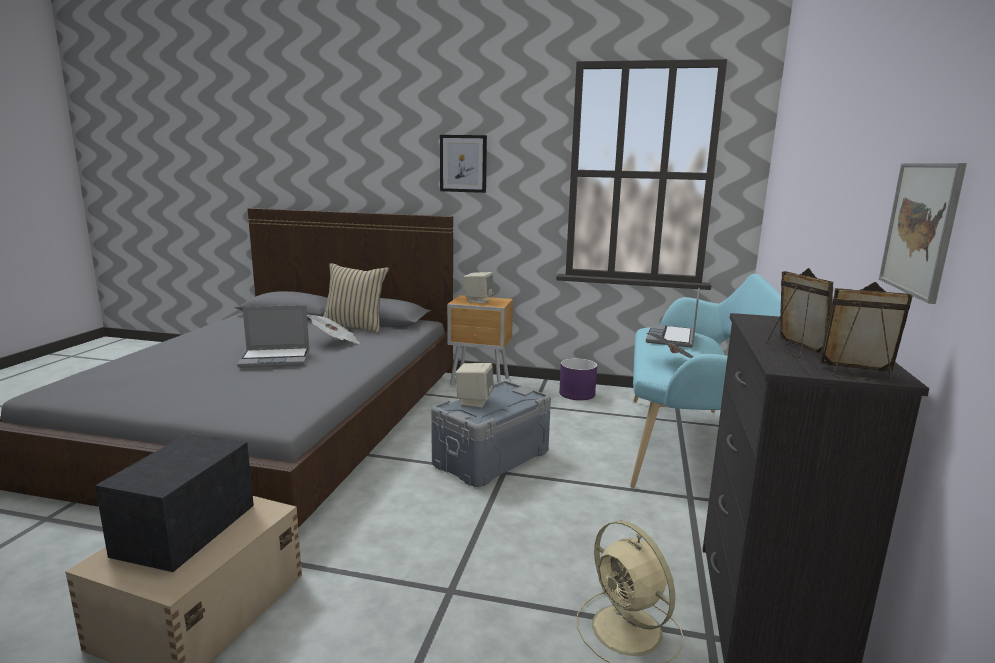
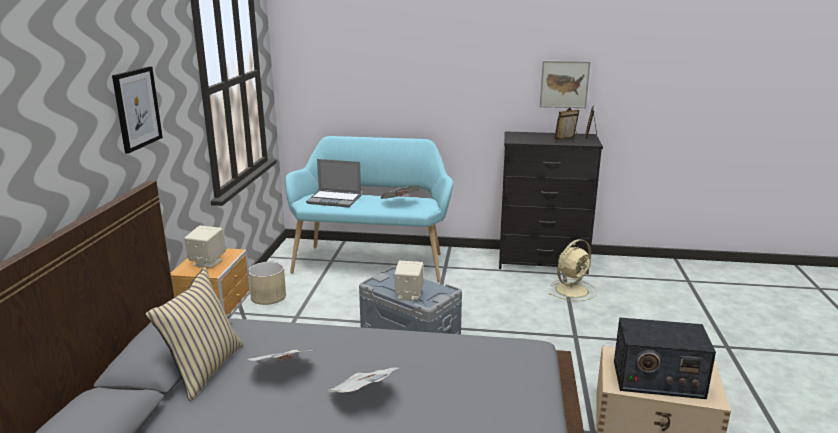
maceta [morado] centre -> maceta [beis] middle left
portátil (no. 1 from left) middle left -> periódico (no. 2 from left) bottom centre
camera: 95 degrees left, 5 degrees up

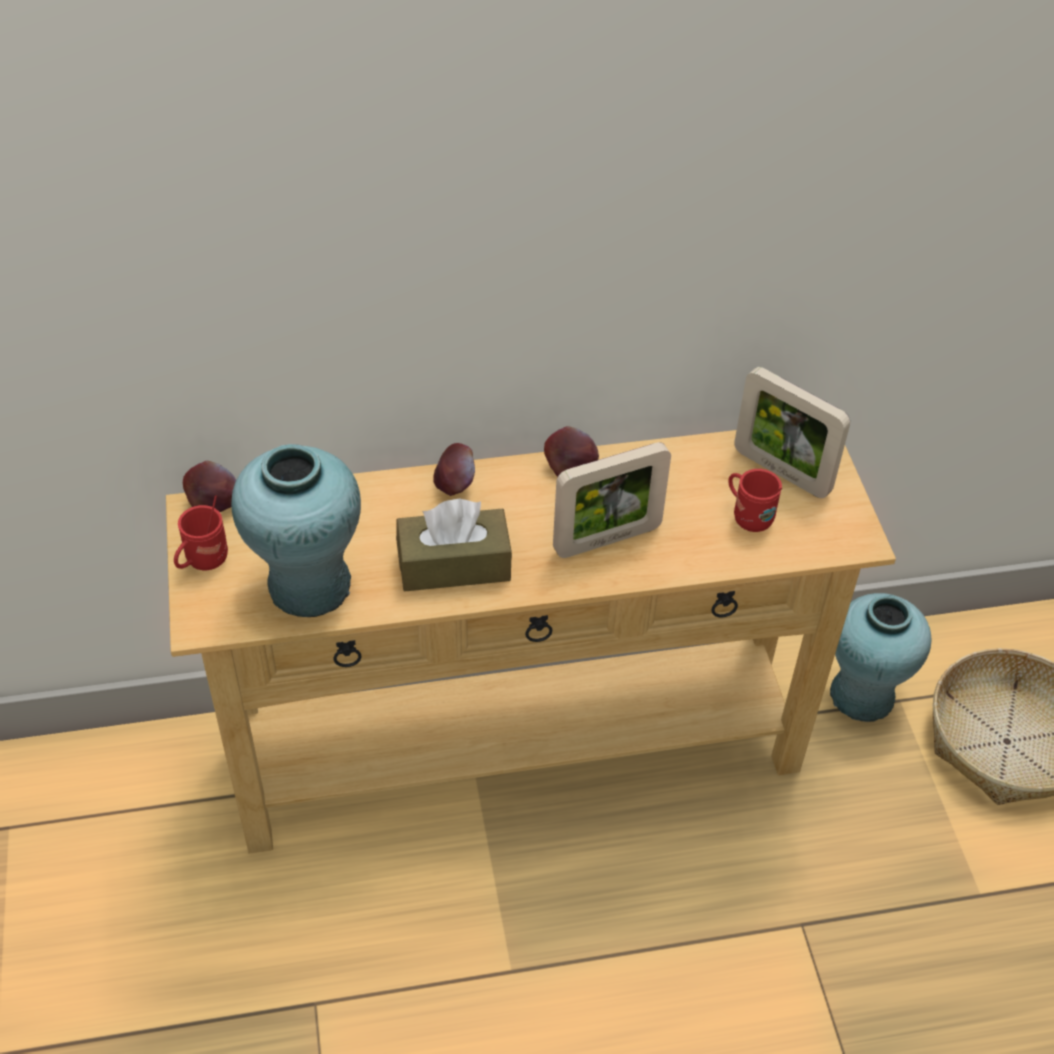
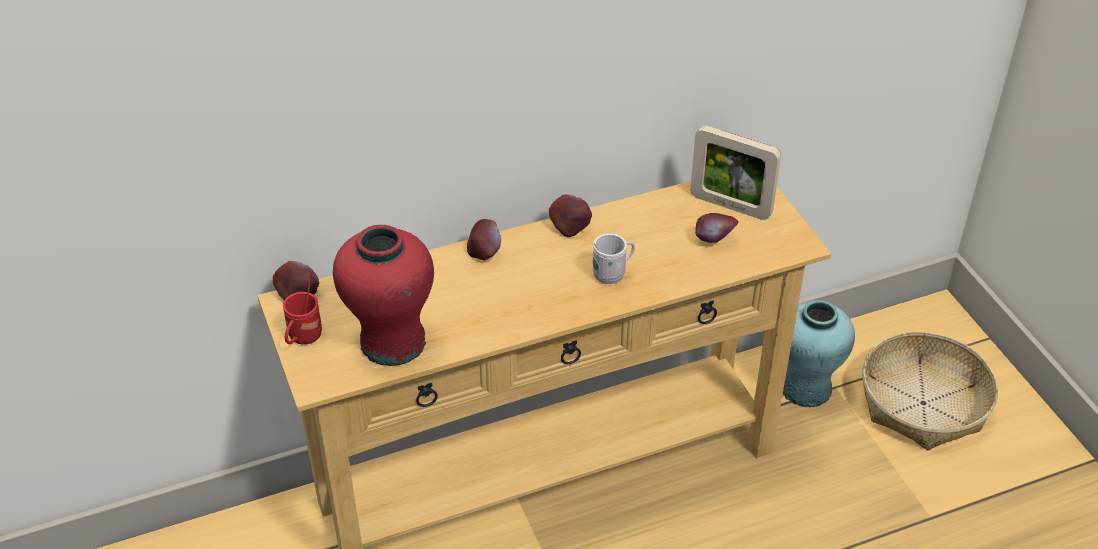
florero [turquesa] (no. 1 from left) middle left -> florero [rojo] centre
portarretratos (no. 1 from left) centre -> taza grande [blanco] centre
taza grande [rojo] (no. 2 from left) middle right -> manzana (no. 4 from left) centre
caja de pañuelos [marrón] centre -> none
camera: 10 degrees left, 5 degrees down

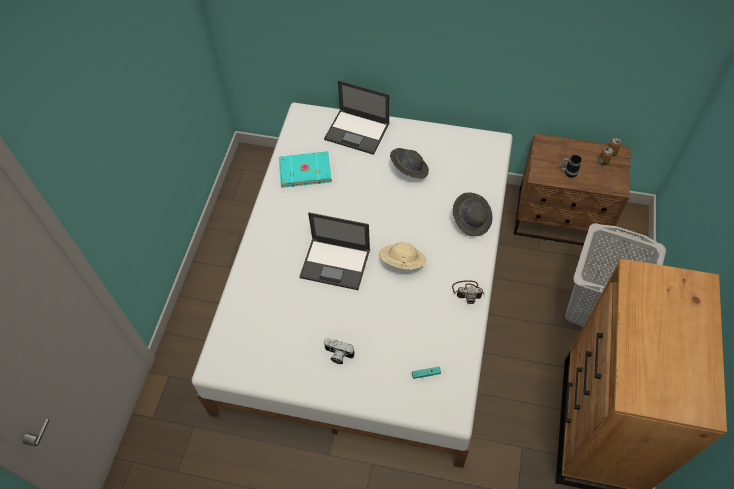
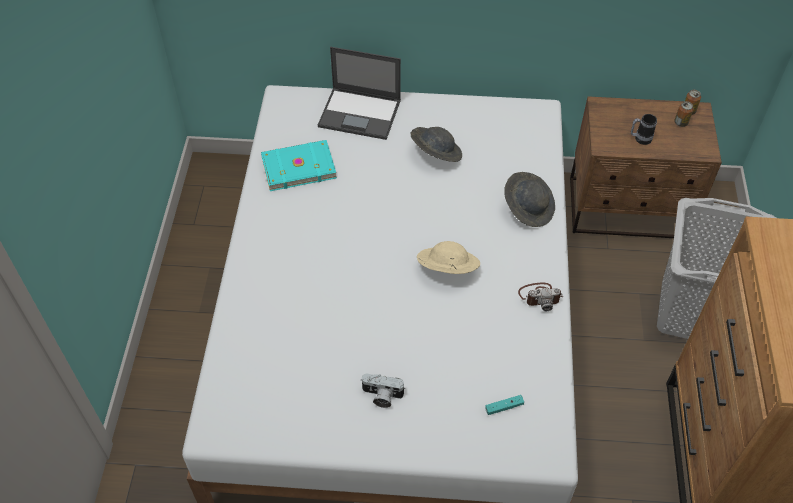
portátil (no. 1 from left) centre -> none
camera: 10 degrees left, 5 degrees down

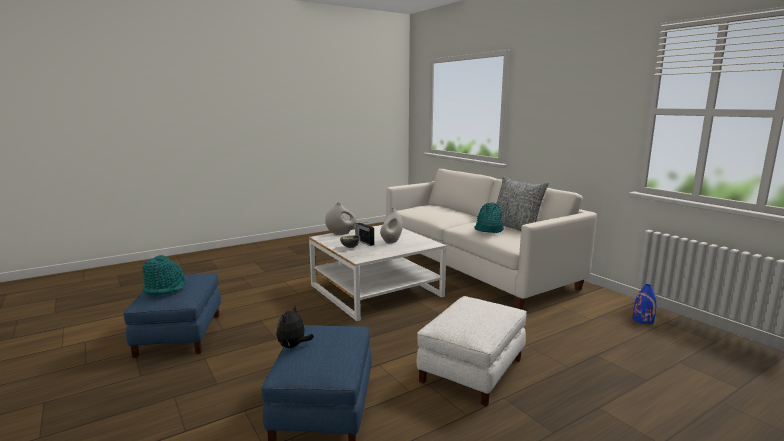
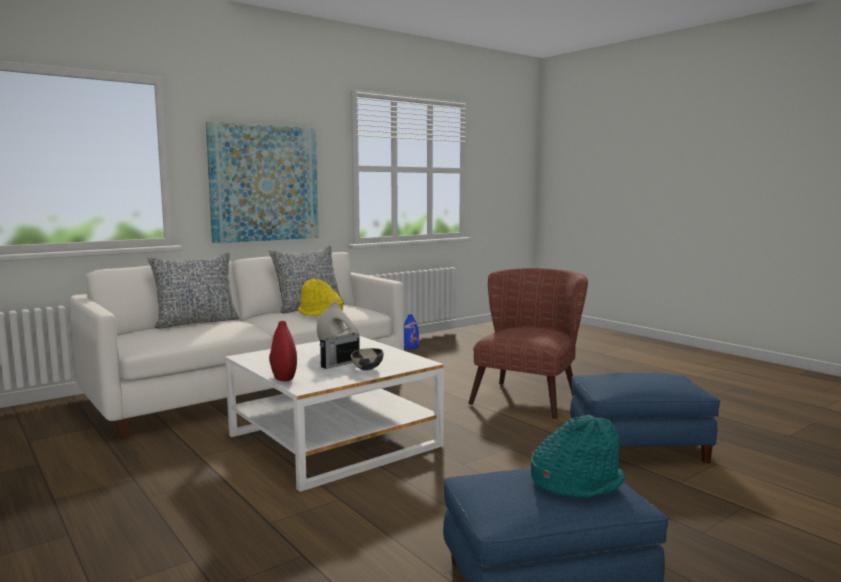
none -> cojín (no. 1 from left) middle left
none -> cuadro top left
florero [blanco] (no. 1 from left) centre -> florero [rojo] centre
sombrero [turquesa] (no. 2 from left) centre -> sombrero [amarillo] centre
puf [blanco] bottom centre -> sillón [marrón] centre
peluche bottom centre -> none
camera: 95 degrees left, 5 degrees down

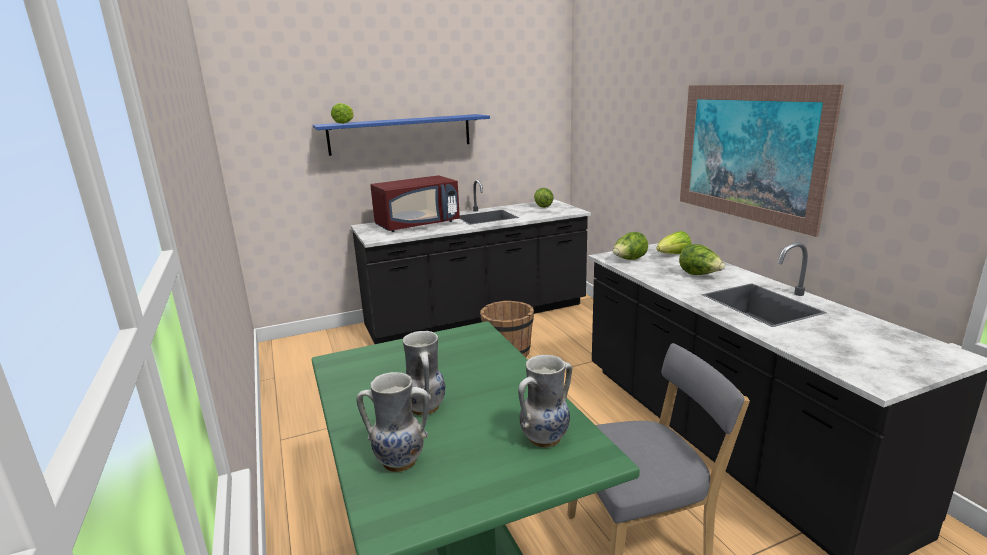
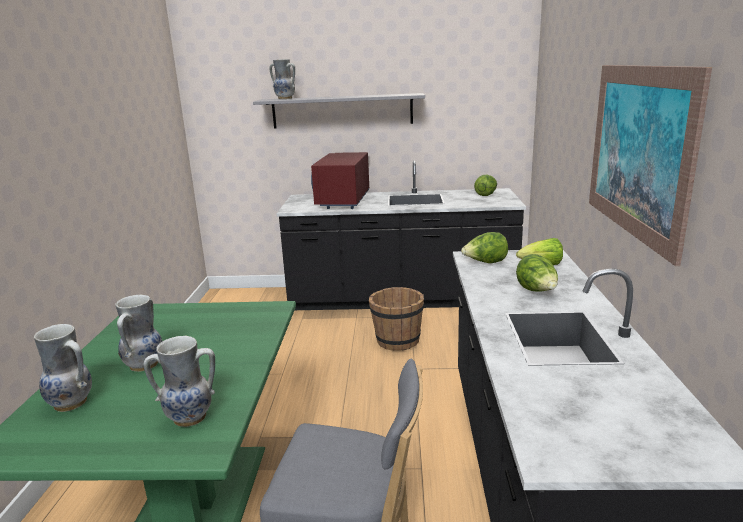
estante [azul] top centre -> estante [gris] top centre
lechuga (no. 1 from left) top centre -> florero (no. 4 from left) top centre
microondas [rojo] centre, 105 degrees clockwise
camera: 25 degrees right, 0 degrees up

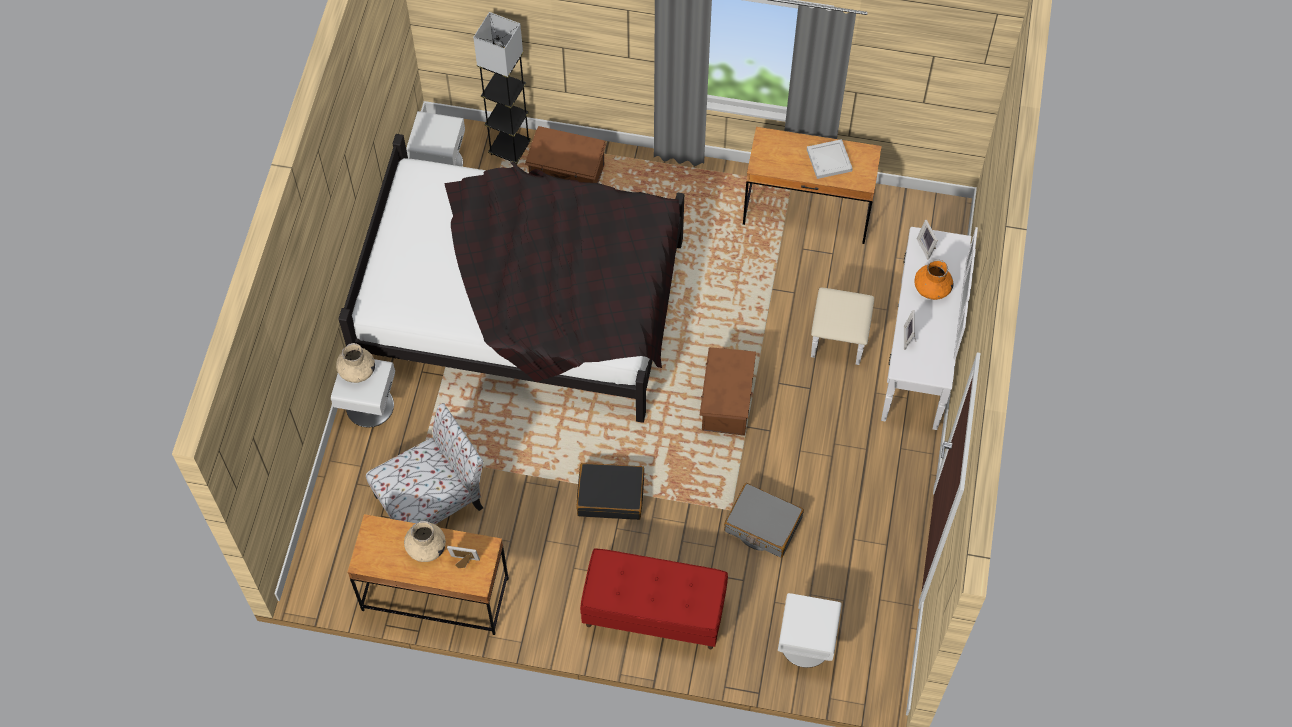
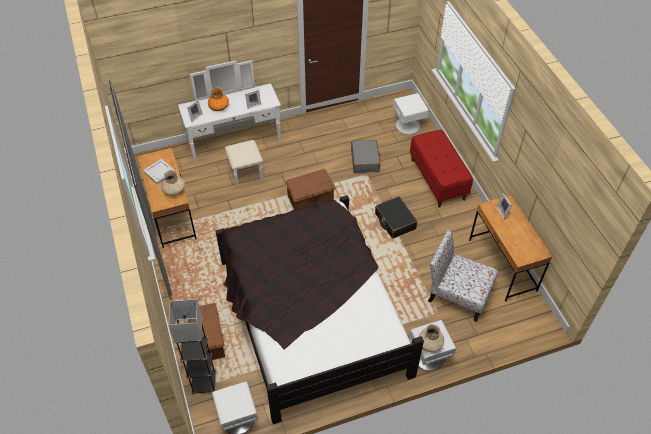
florero [beis] (no. 2 from left in the first image) bottom left -> florero [beis] (no. 1 from left) middle left, shifted
camera: 120 degrees left, 10 degrees down

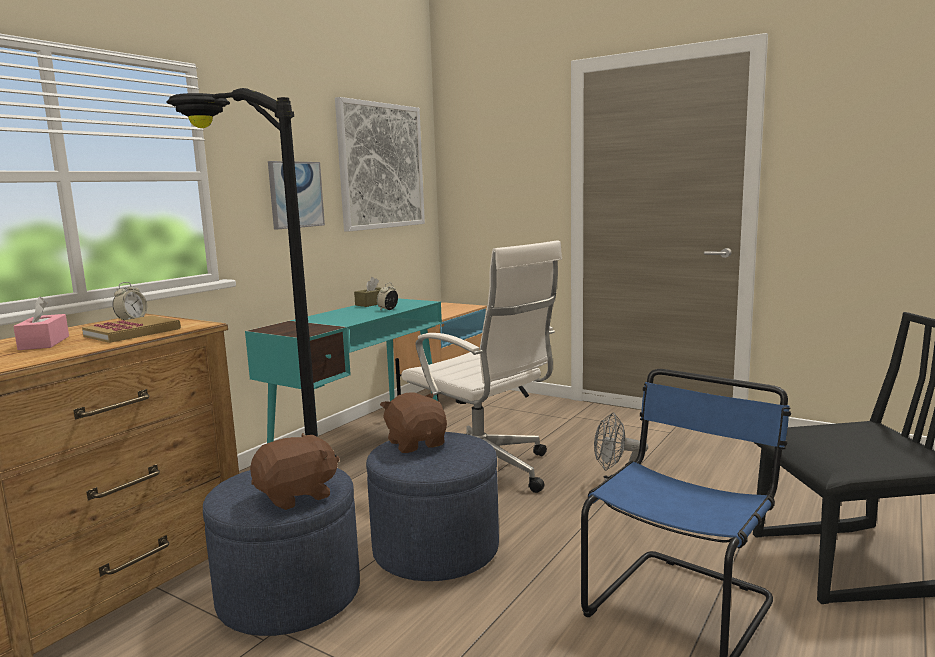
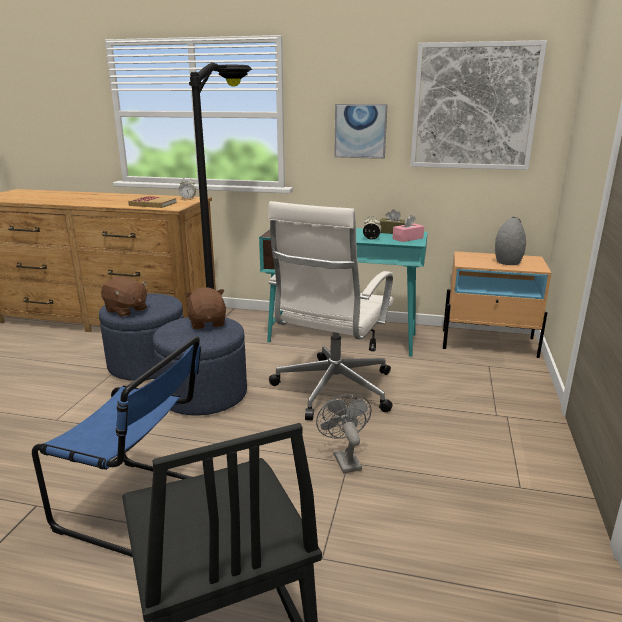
peluche [marrón] (no. 2 from left) centre -> peluche [marrón] (no. 2 from left) middle left, 60 degrees counterclockwise
caja de pañuelos [rosa] middle left -> caja de pañuelos [rosa] centre, shifted
none -> florero [gris] middle right
camera: 70 degrees right, 10 degrees up

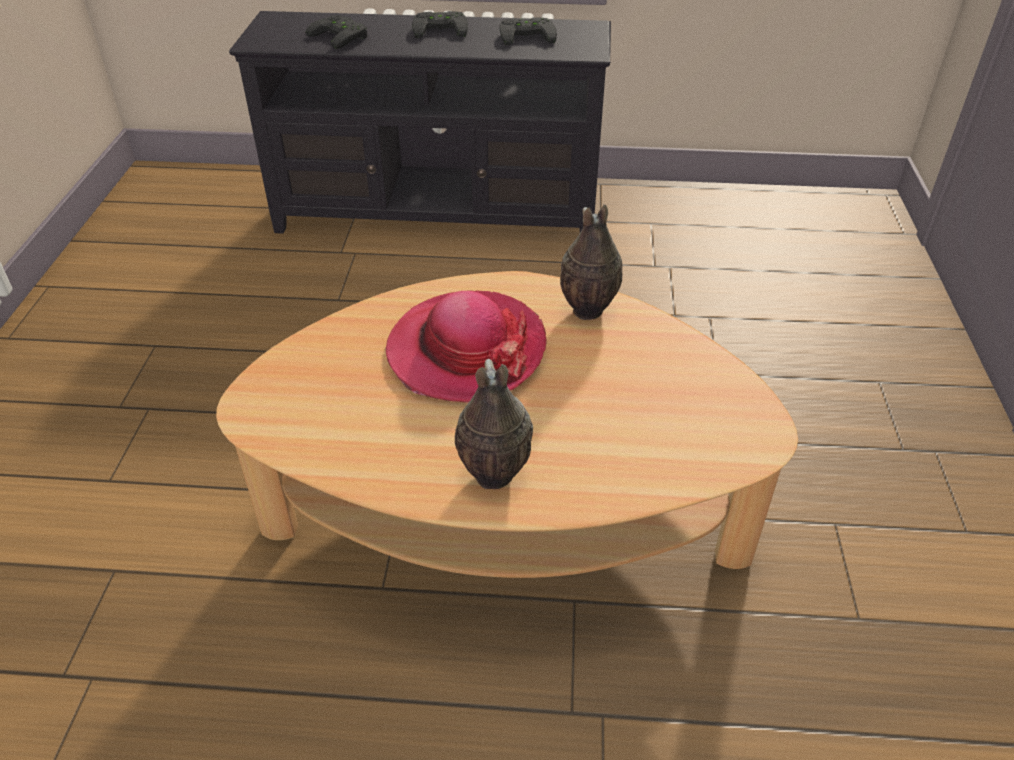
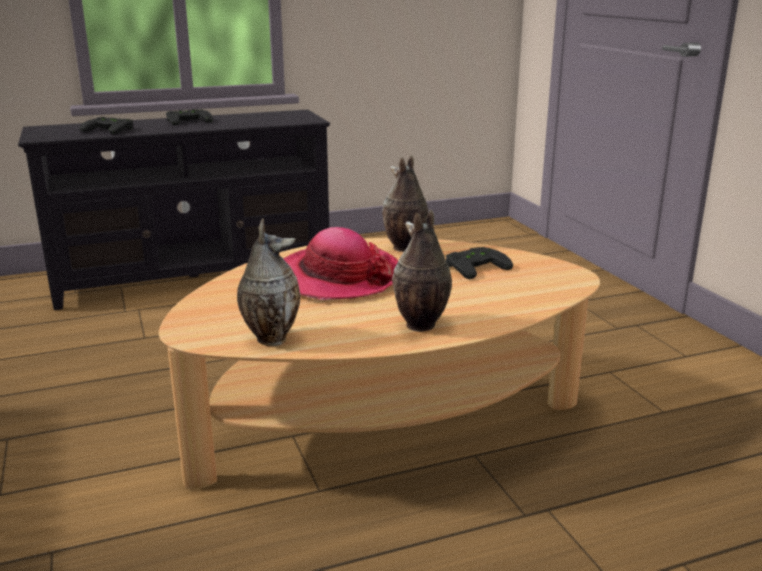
none -> florero (no. 1 from left) centre
mando de consola [negro] (no. 3 from left) top centre -> mando de consola [negro] (no. 3 from left) centre, shifted
camera: 25 degrees left, 20 degrees down

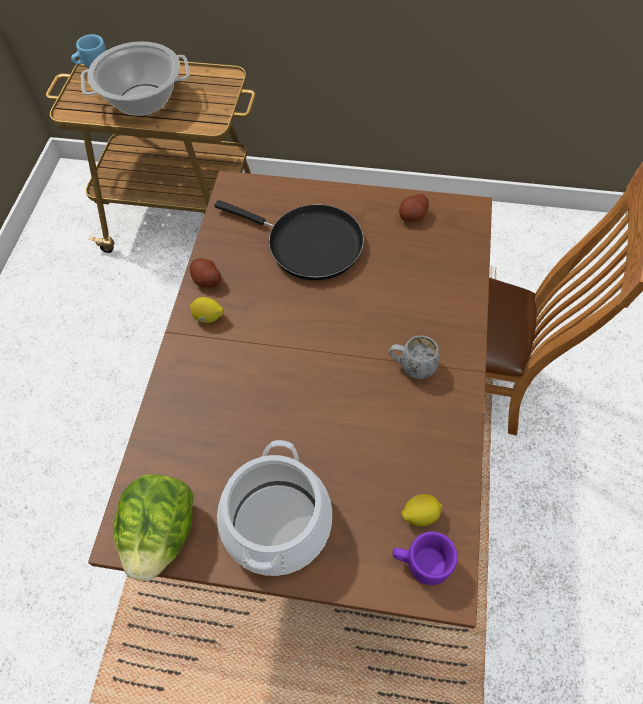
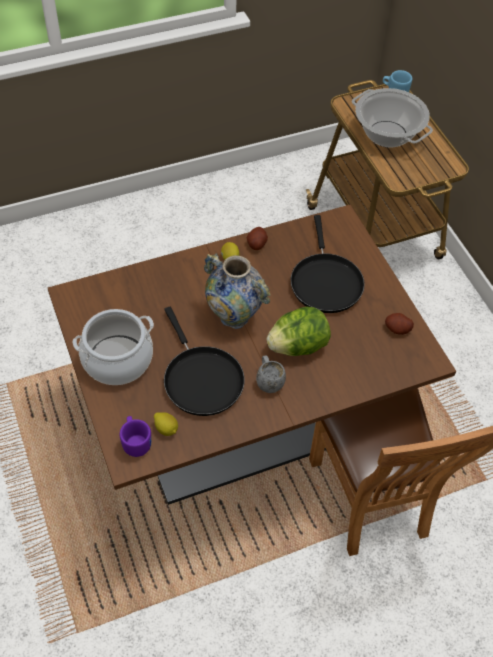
none -> sartén [negro] (no. 1 from left) centre
none -> florero centre
lechuga bottom left -> lechuga centre, shifted
camera: 55 degrees right, 5 degrees down

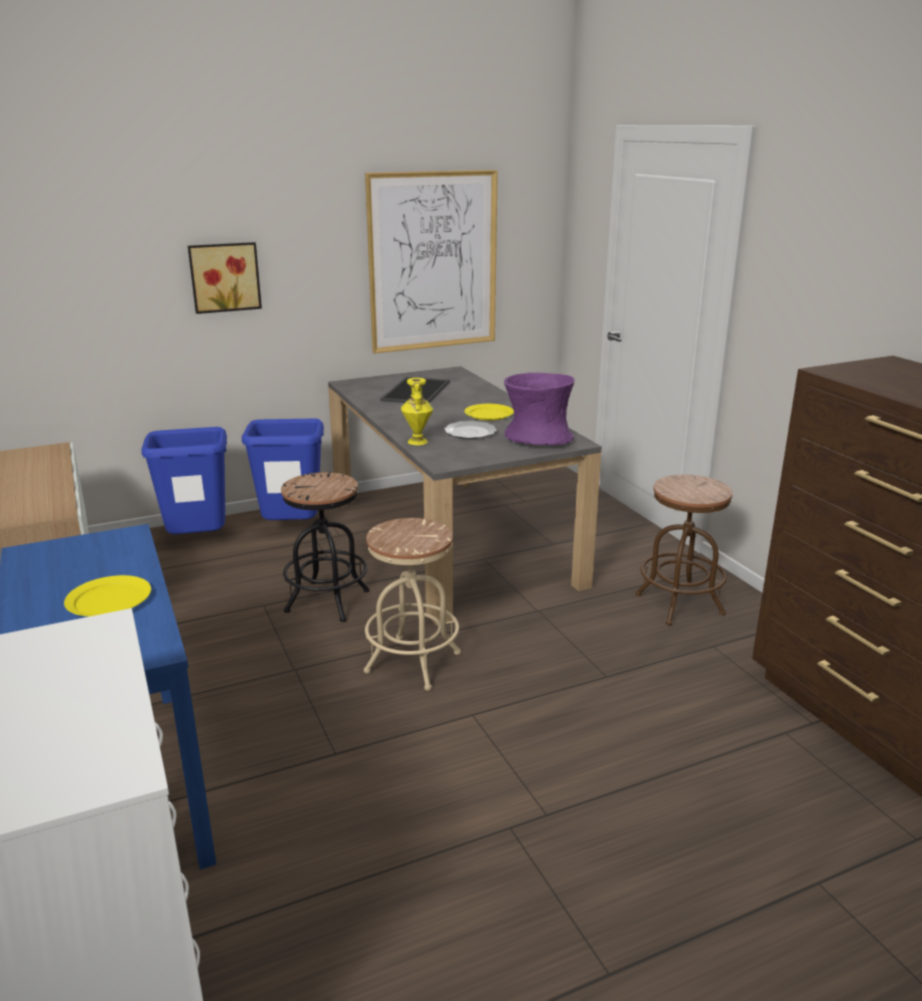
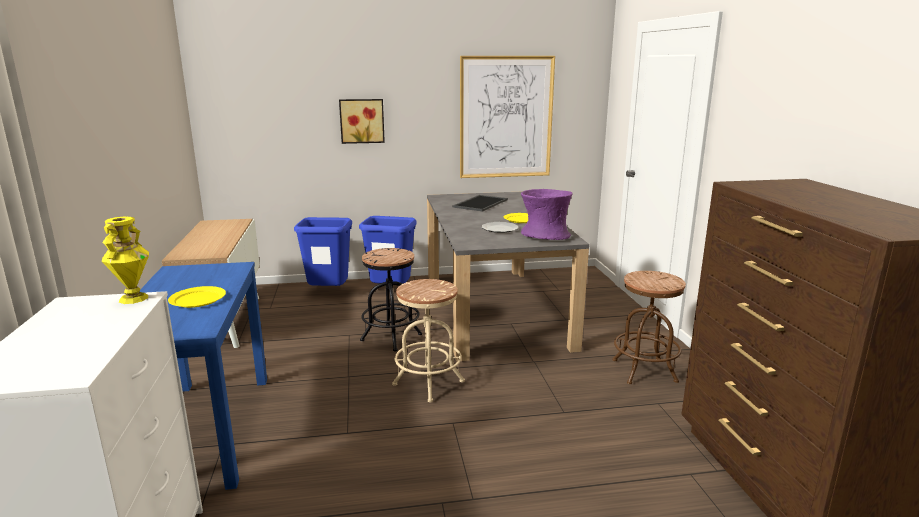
florero [amarillo] centre -> florero [amarillo] middle left, shifted
camera: 15 degrees right, 5 degrees down

